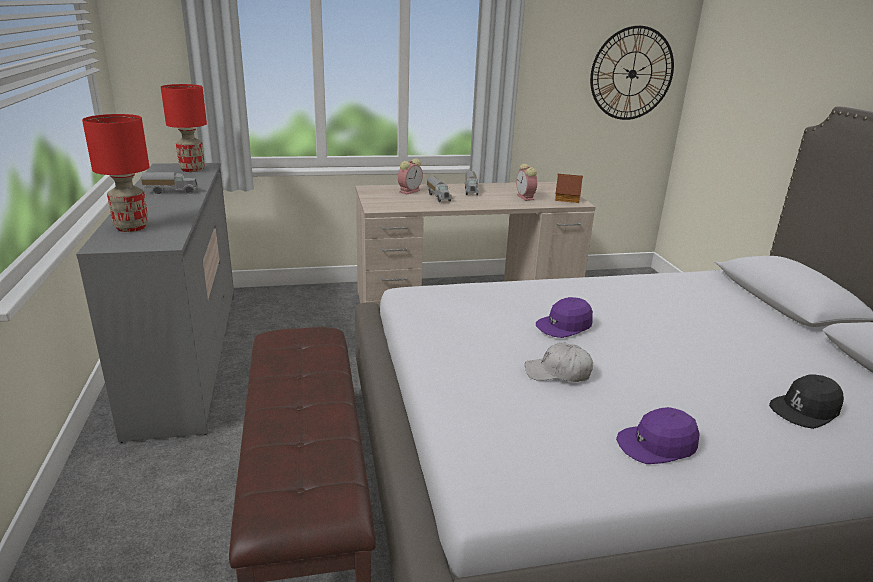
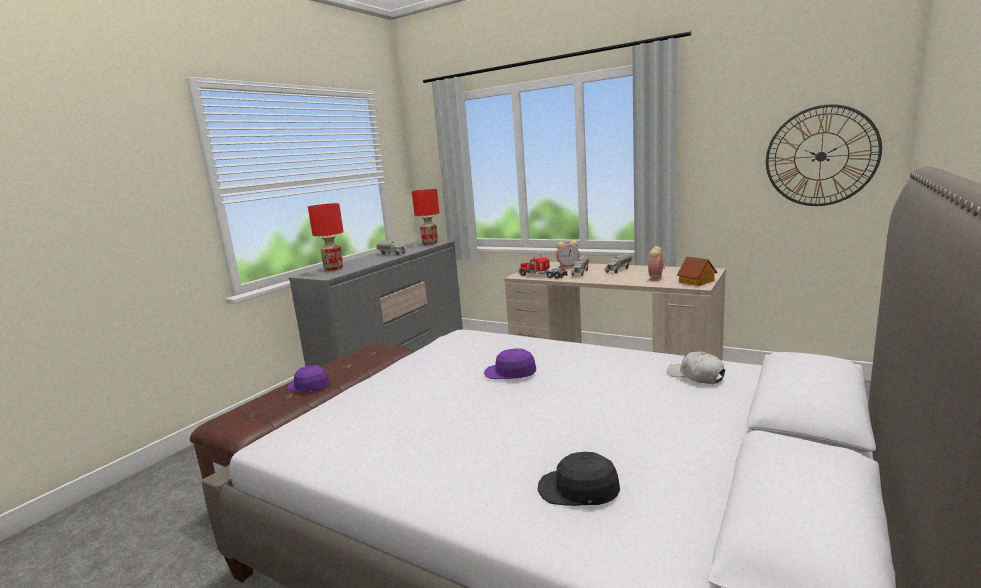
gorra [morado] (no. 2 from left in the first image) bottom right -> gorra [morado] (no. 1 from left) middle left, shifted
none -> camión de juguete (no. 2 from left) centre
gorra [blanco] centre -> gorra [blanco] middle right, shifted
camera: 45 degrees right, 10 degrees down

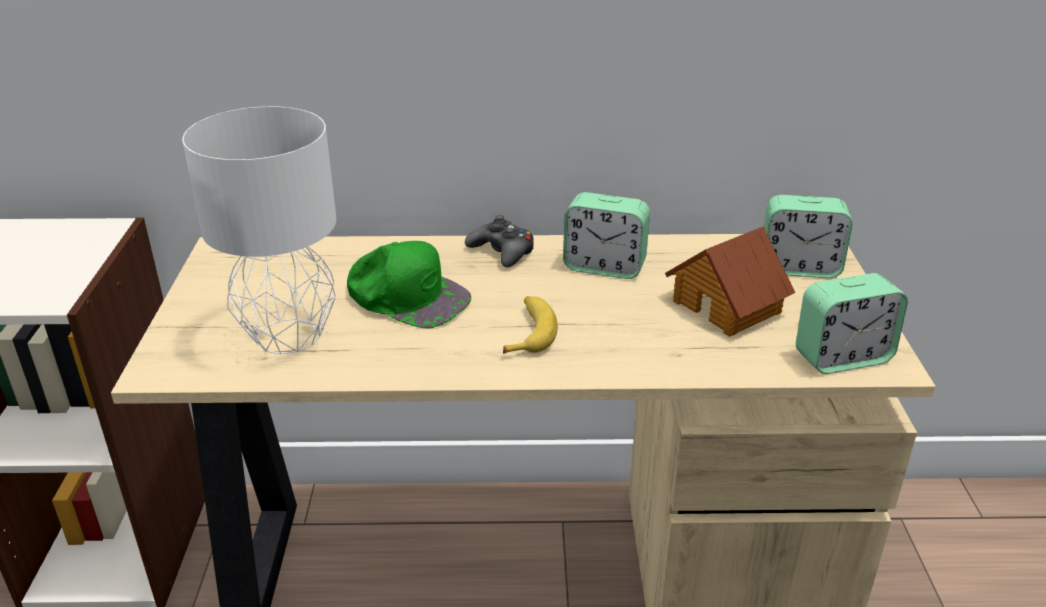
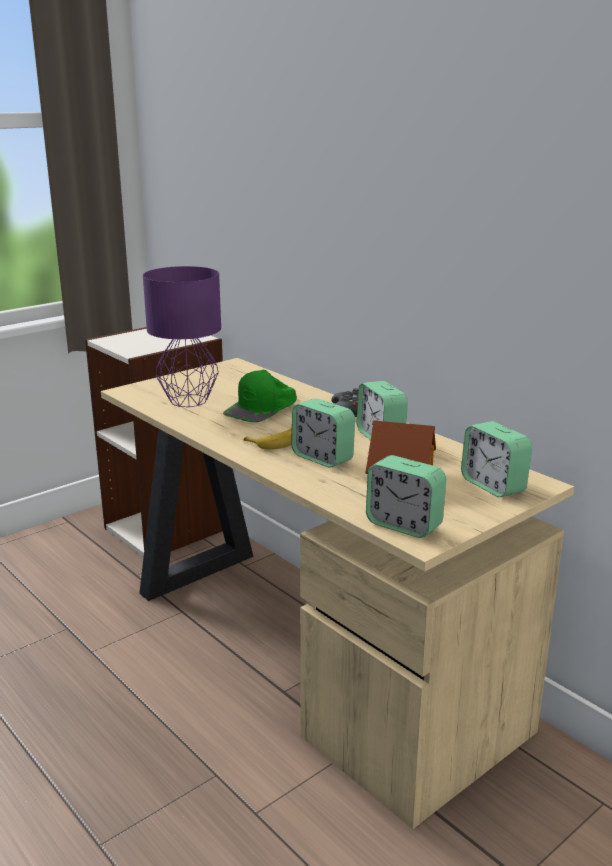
lámpara de mesa [blanco] middle left -> lámpara de mesa [morado] middle left
gorra [verde] centre, 45 degrees clockwise
none -> despertador (no. 1 from left) centre
camera: 50 degrees right, 10 degrees down

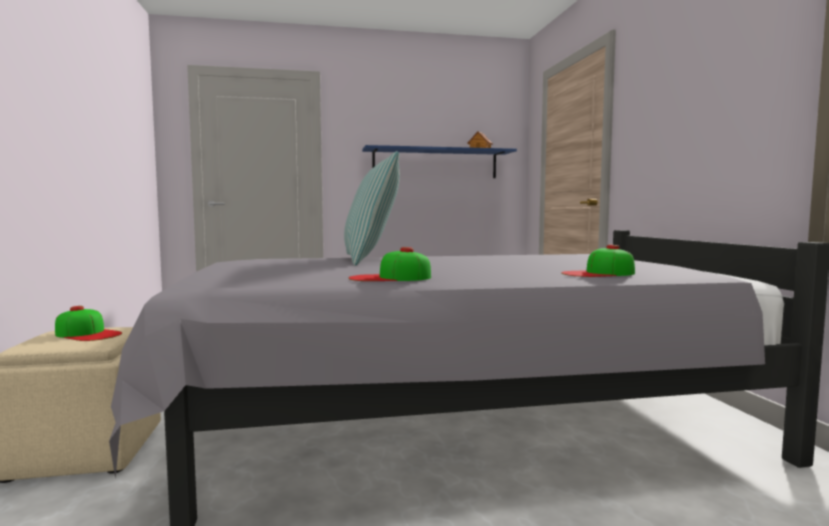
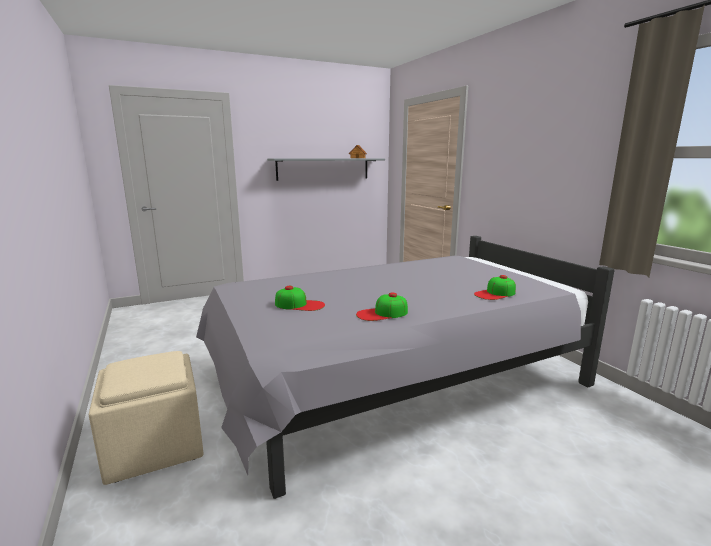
estante [azul] top centre -> estante [gris] top centre
gorra (no. 1 from left) middle left -> gorra (no. 1 from left) centre, shifted
cojín centre -> none
camera: 15 degrees left, 10 degrees up

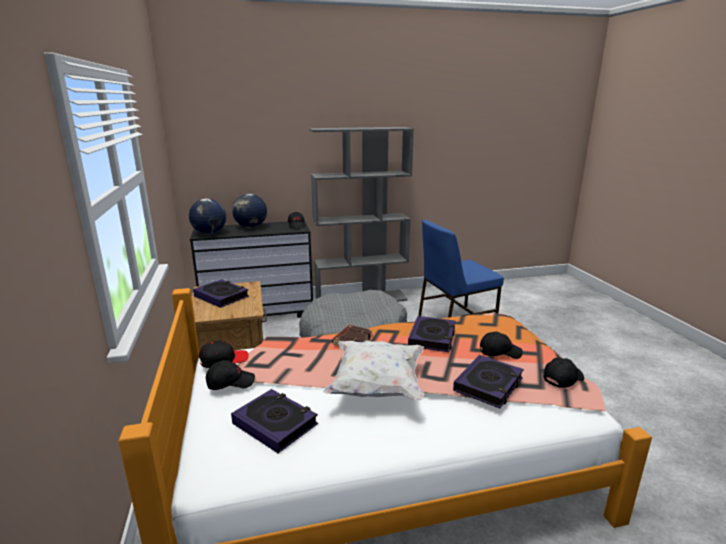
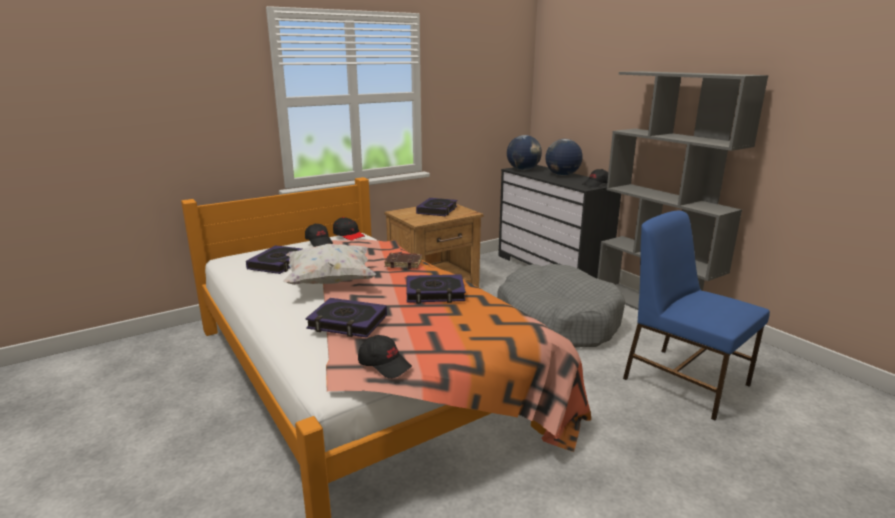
gorra [negro] (no. 4 from left) middle right -> none
camera: 70 degrees right, 0 degrees up

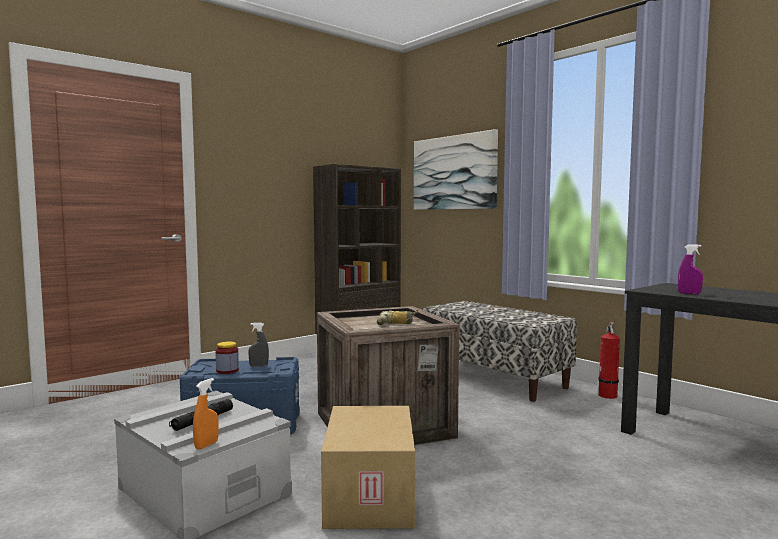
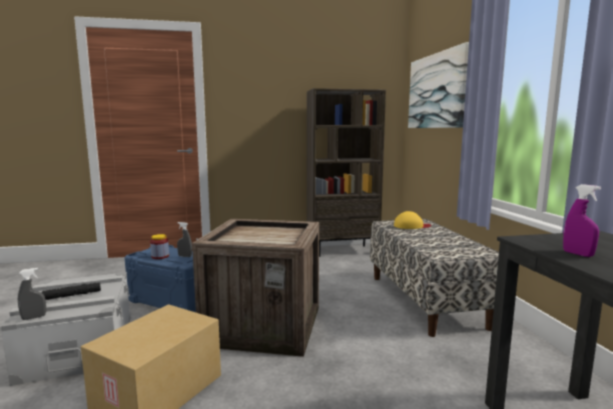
pulverizador [naranja] bottom left -> pulverizador [gris] (no. 1 from left) bottom left
none -> gorra [amarillo] middle right
taladro centre -> none
extintor bottom right -> none
camera: 30 degrees right, 5 degrees up

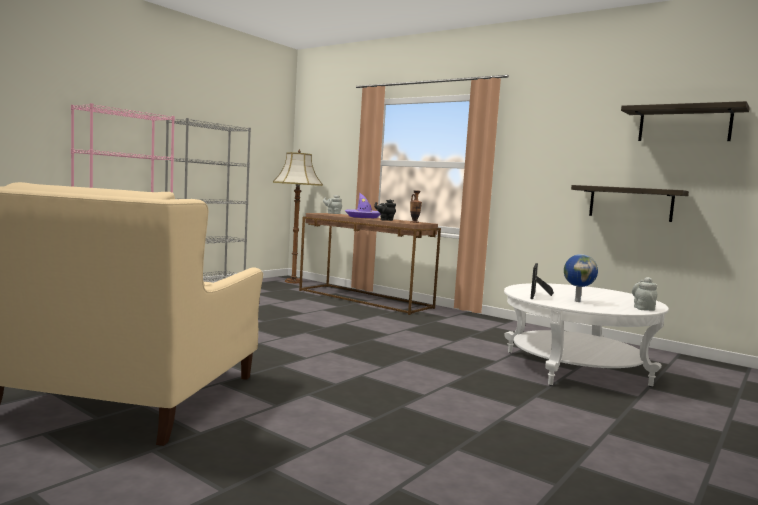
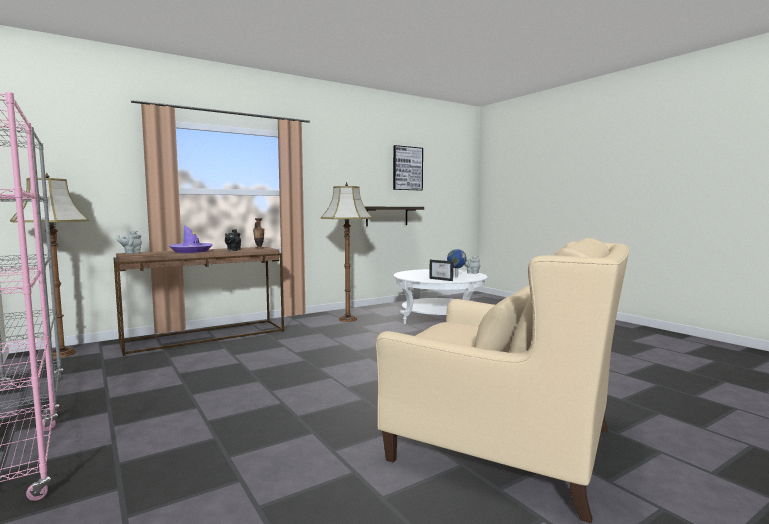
none -> lámpara de pie (no. 2 from left) centre
estante (no. 2 from left) top right -> cuadro top centre
camera: 70 degrees left, 0 degrees up

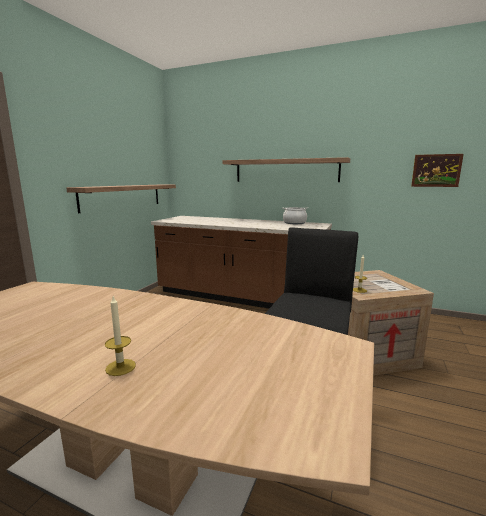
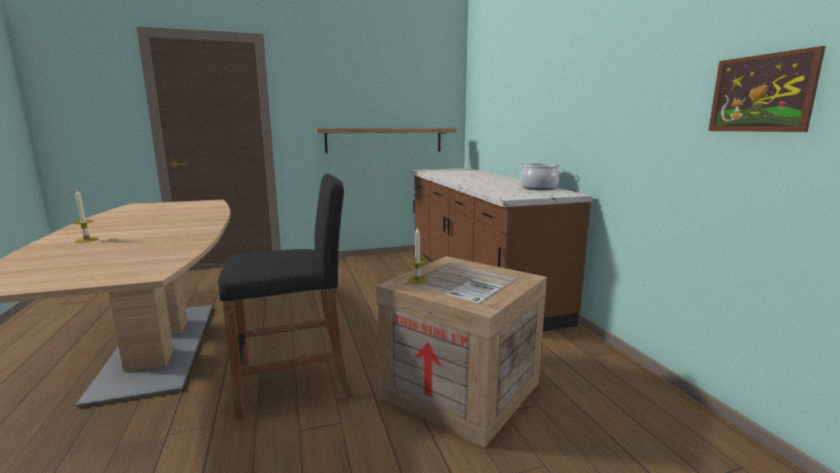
estante (no. 2 from left) top centre -> none
camera: 50 degrees right, 0 degrees up

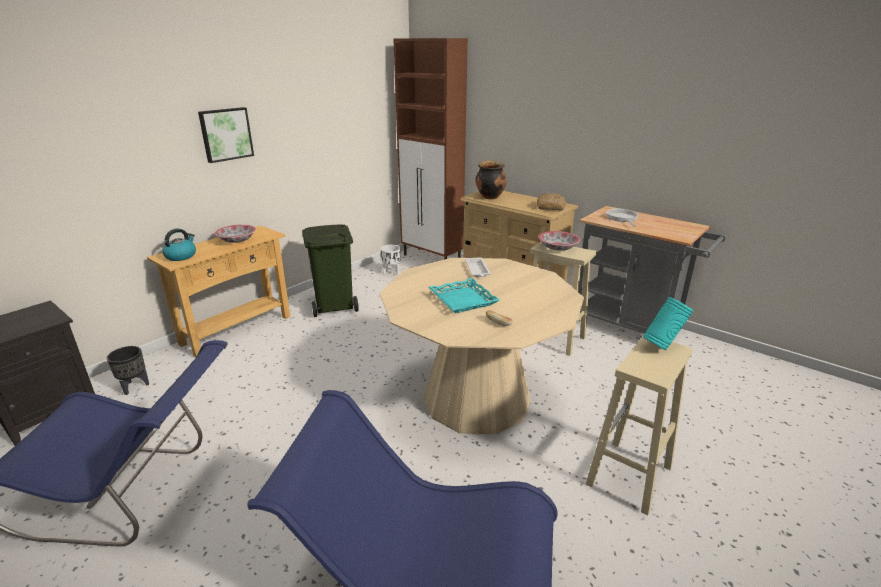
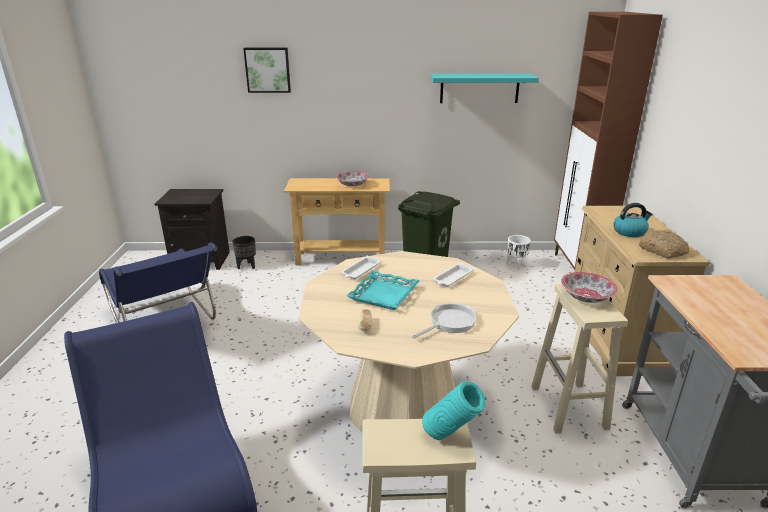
cuadro top left -> cuadro top centre, shifted
none -> bandeja [blanco] (no. 1 from left) centre
sartén middle right -> sartén centre, shifted
none -> estante [turquesa] top centre
hervidor middle left -> hervidor middle right, shifted
olla top centre -> none
camera: 50 degrees right, 0 degrees up

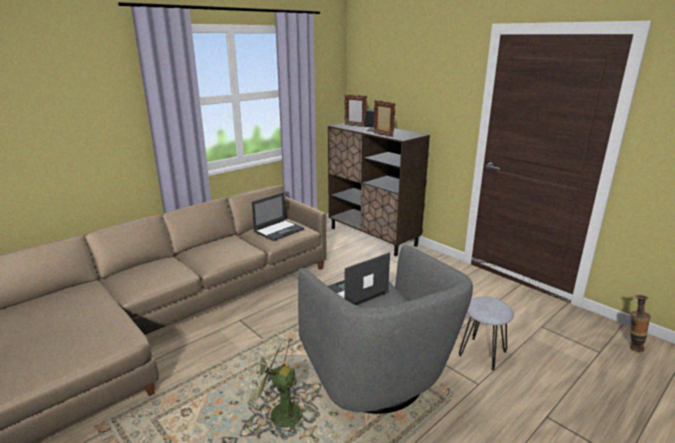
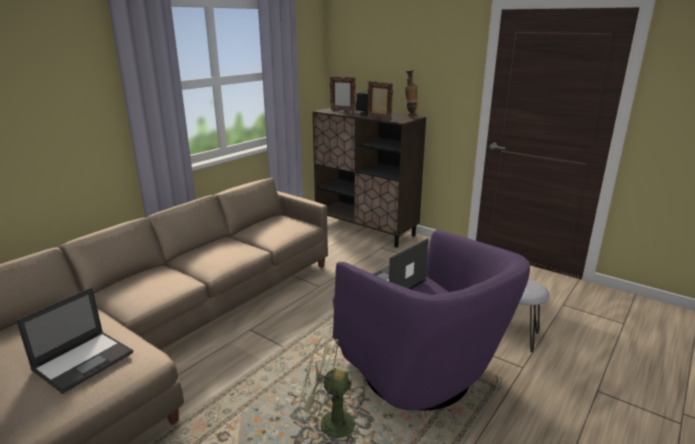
portátil (no. 1 from left) centre -> portátil (no. 1 from left) bottom left, shifted
sillón [gris] bottom centre -> sillón [morado] bottom centre
florero bottom right -> florero top centre, shifted
camera: 10 degrees left, 0 degrees up

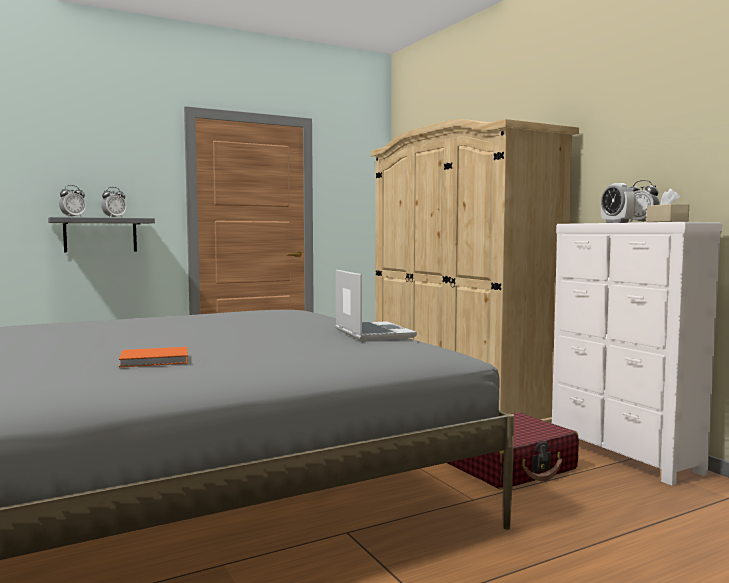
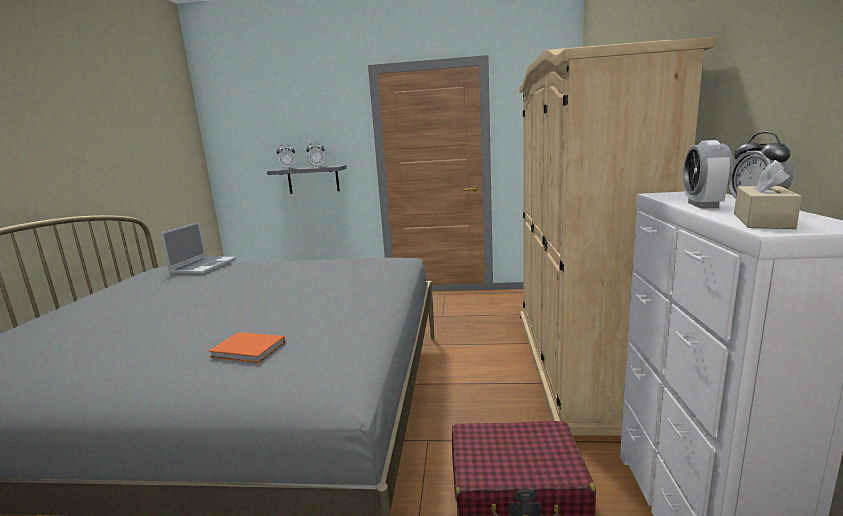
portátil centre -> portátil middle left, shifted
libro [naranja] middle left -> libro [naranja] bottom left, shifted
camera: 35 degrees right, 10 degrees up

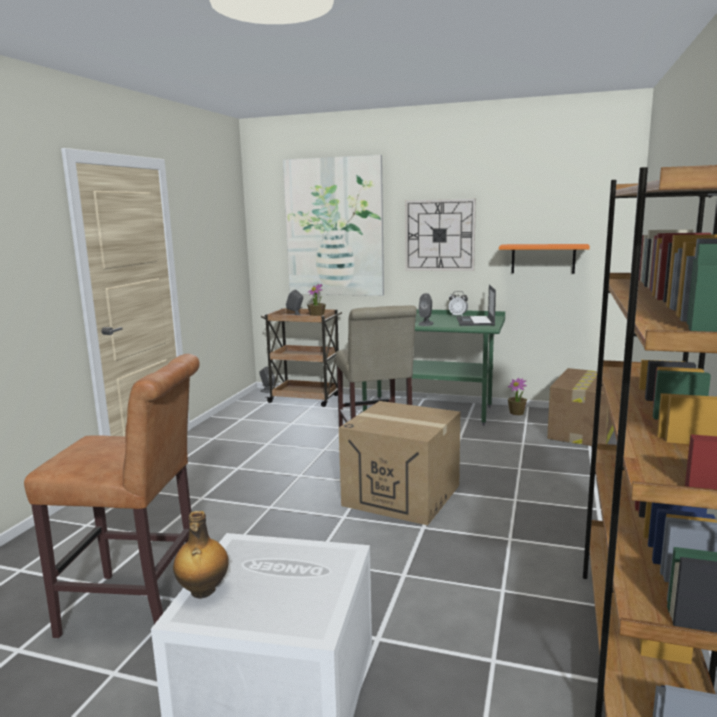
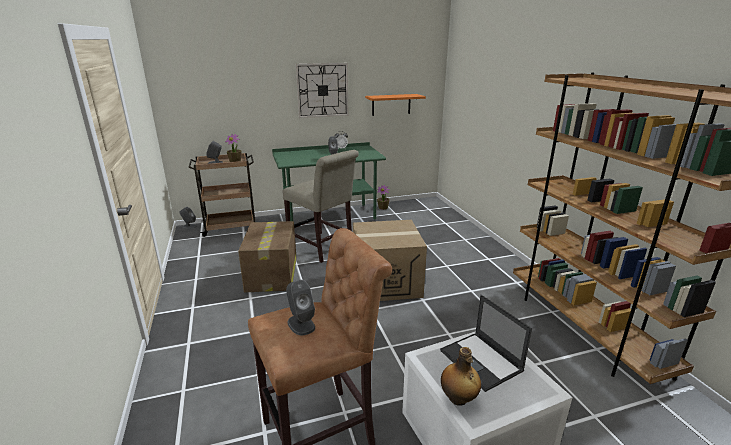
caja de cartón (no. 2 from left in the first image) middle right -> caja de cartón (no. 1 from left) centre, shifted
none -> altavoz [gris] (no. 3 from left) bottom centre
portátil centre -> portátil bottom centre, shifted
cuadro top centre -> none
camera: 35 degrees left, 10 degrees up

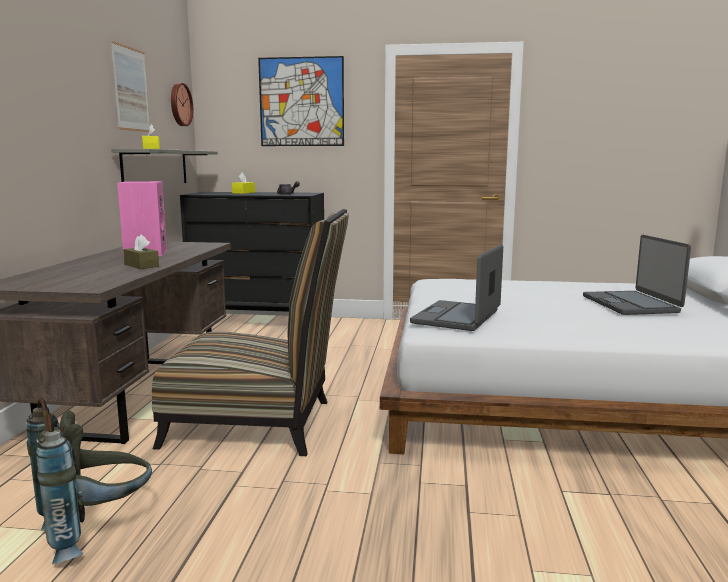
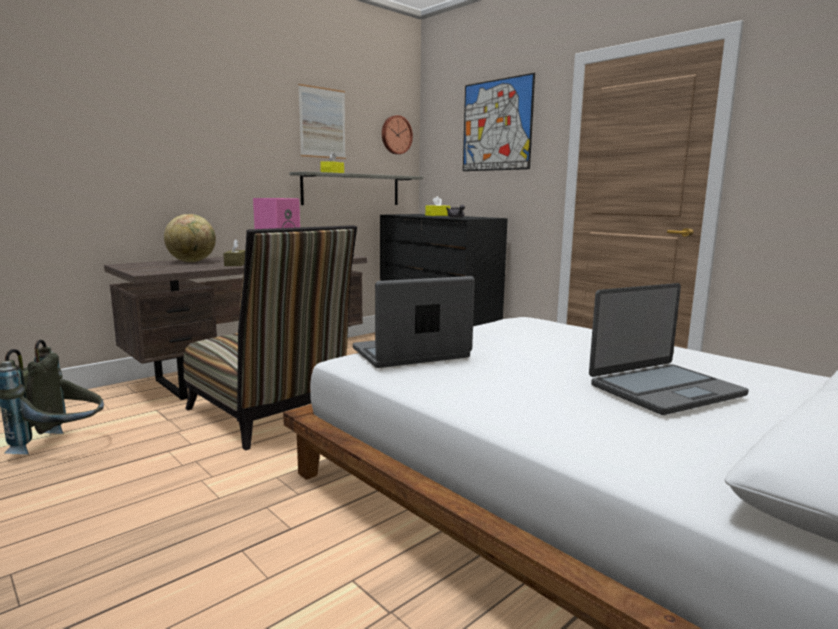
none -> globo terráqueo middle left
portátil (no. 2 from left) middle right, 150 degrees counterclockwise
camera: 40 degrees right, 0 degrees up

